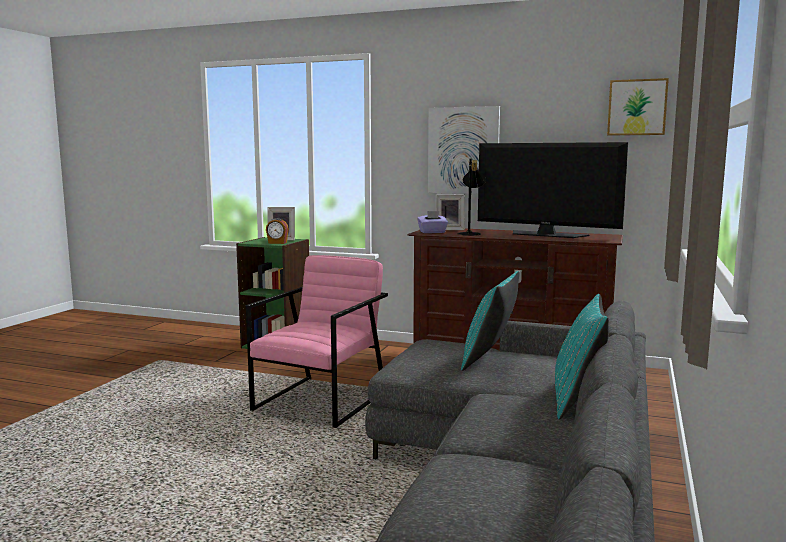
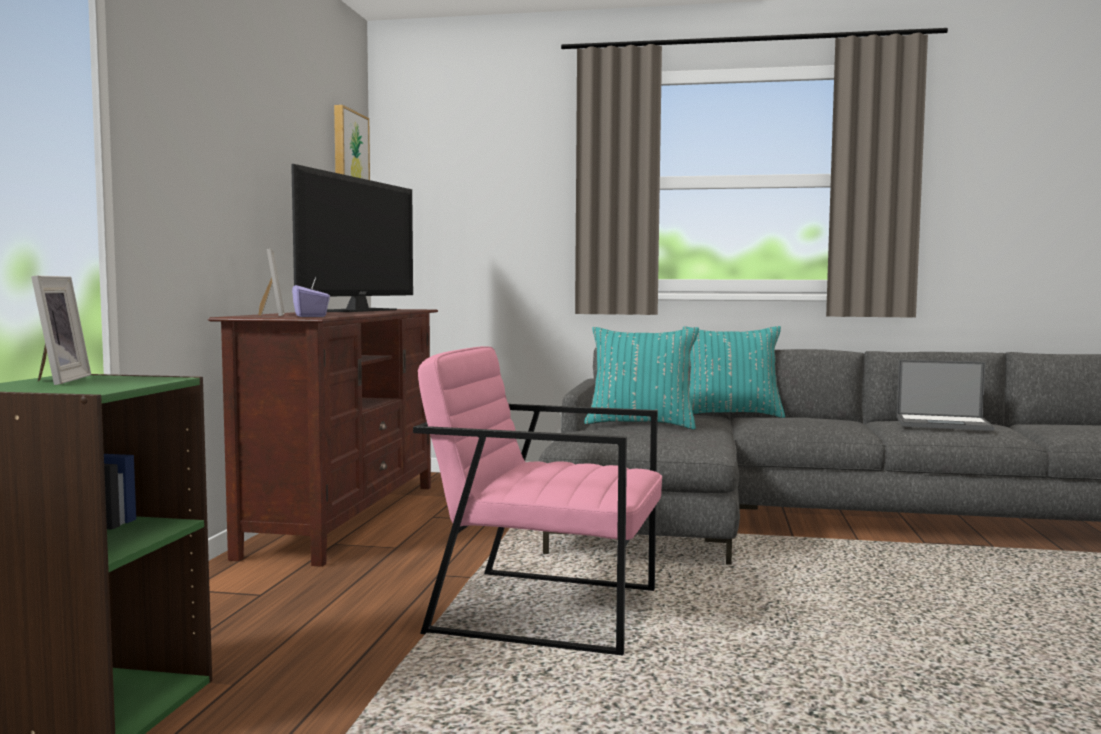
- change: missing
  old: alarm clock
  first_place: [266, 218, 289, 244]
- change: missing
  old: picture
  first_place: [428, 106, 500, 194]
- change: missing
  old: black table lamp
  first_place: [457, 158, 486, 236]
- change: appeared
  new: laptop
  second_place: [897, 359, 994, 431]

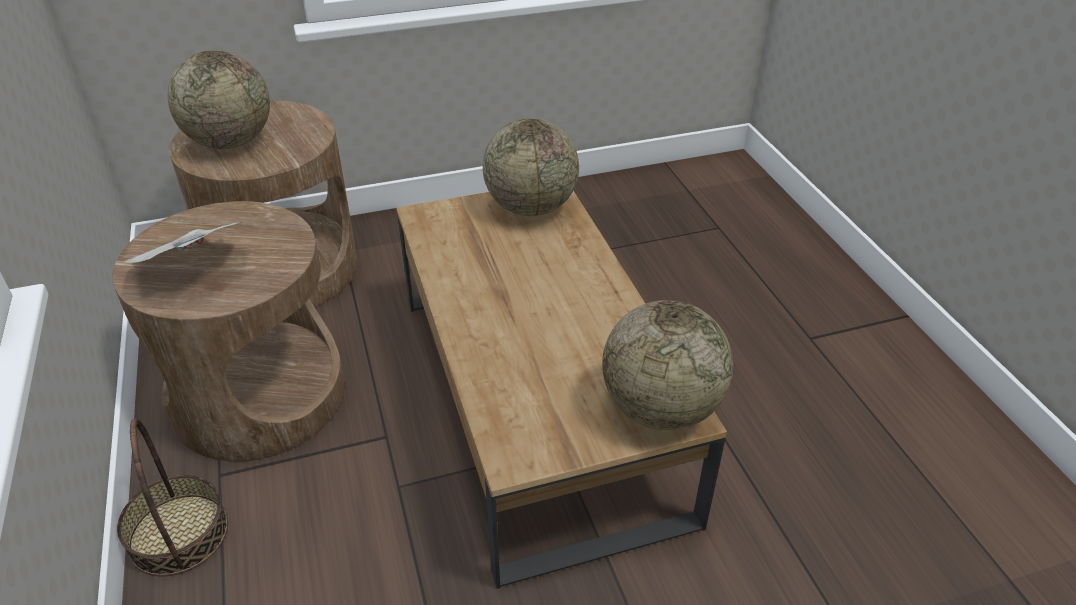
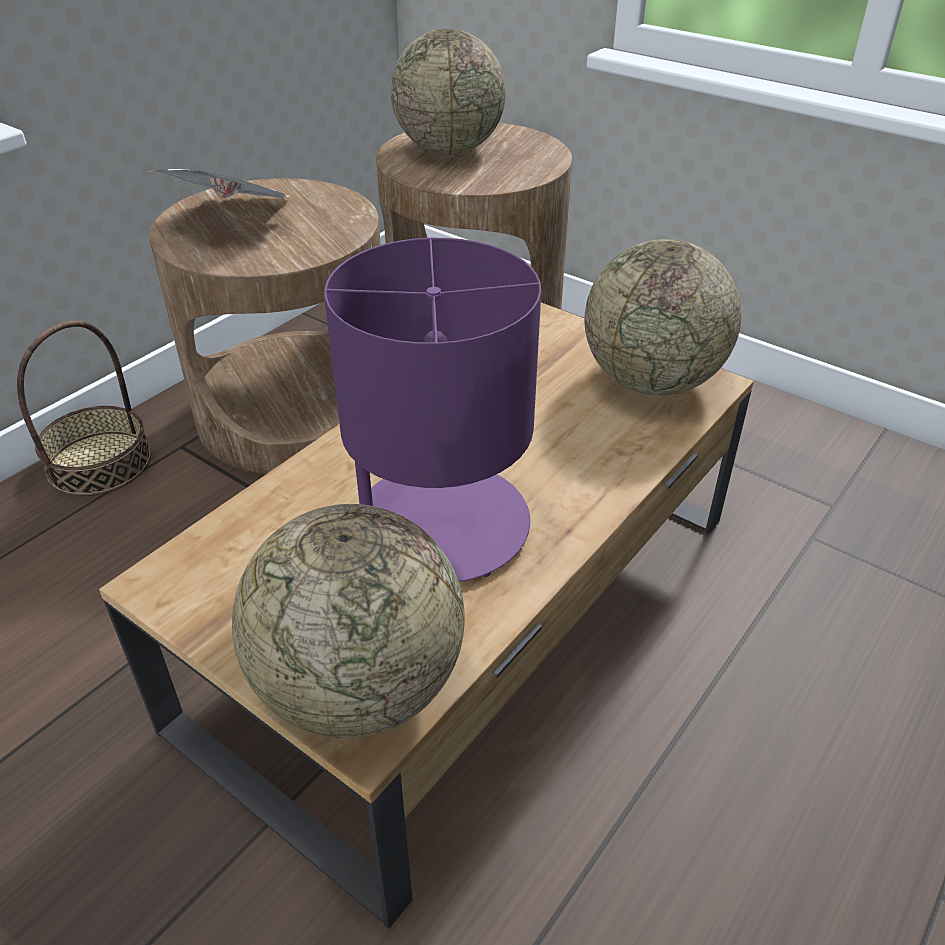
- change: appeared
  new: purple table lamp
  second_place: [324, 238, 541, 582]

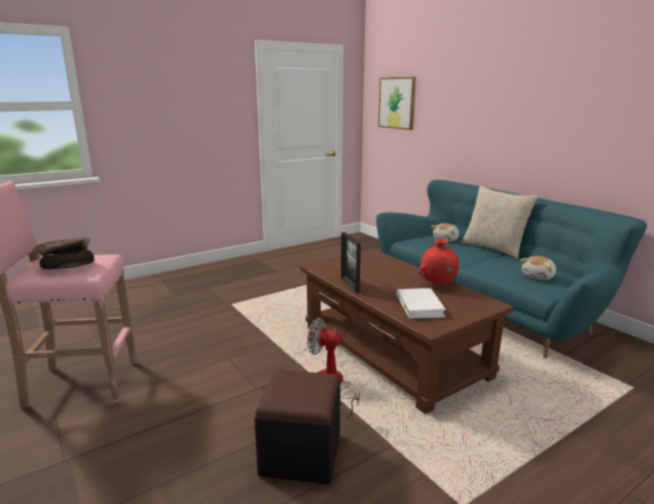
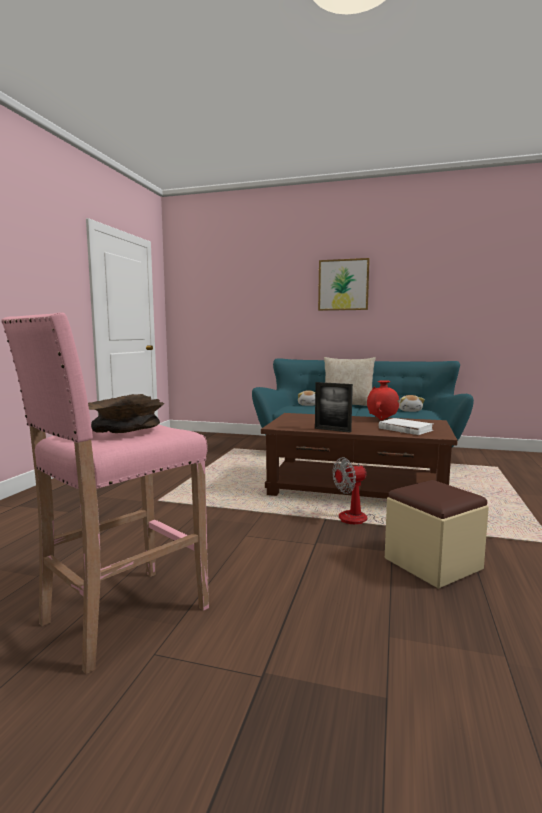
- change: colour
  old: black ottoman
  new: beige ottoman
  first_place: [254, 369, 340, 484]
  second_place: [385, 480, 489, 589]
- change: relocated
  old: picture
  first_place: [378, 77, 416, 130]
  second_place: [318, 258, 370, 311]

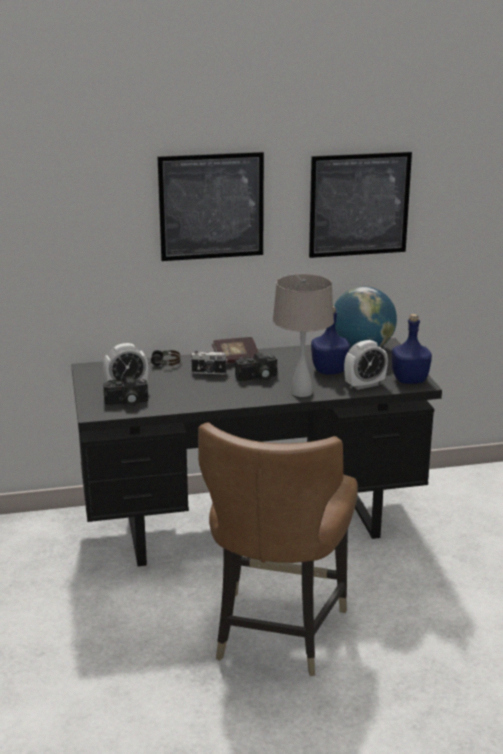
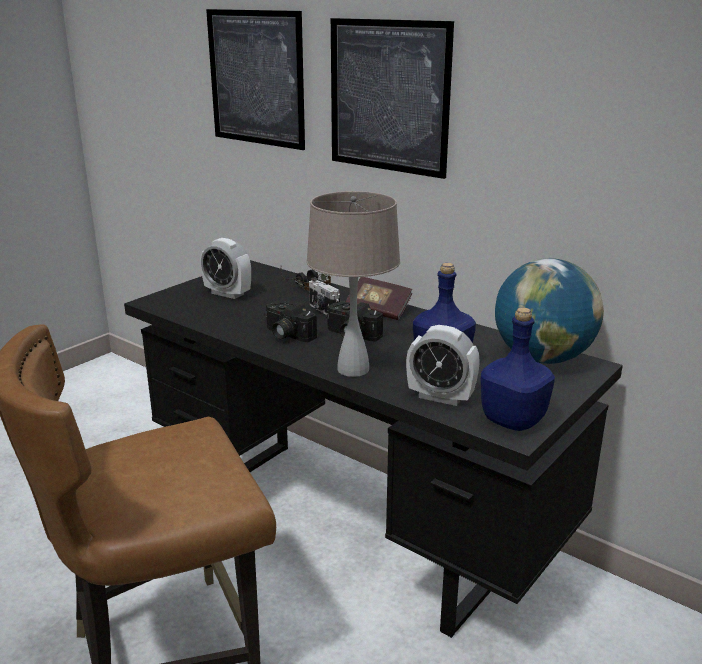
- change: relocated
  old: photo camera
  first_place: [103, 376, 148, 406]
  second_place: [264, 301, 317, 342]
- change: relocated
  old: picture
  first_place: [309, 152, 412, 258]
  second_place: [206, 9, 305, 150]

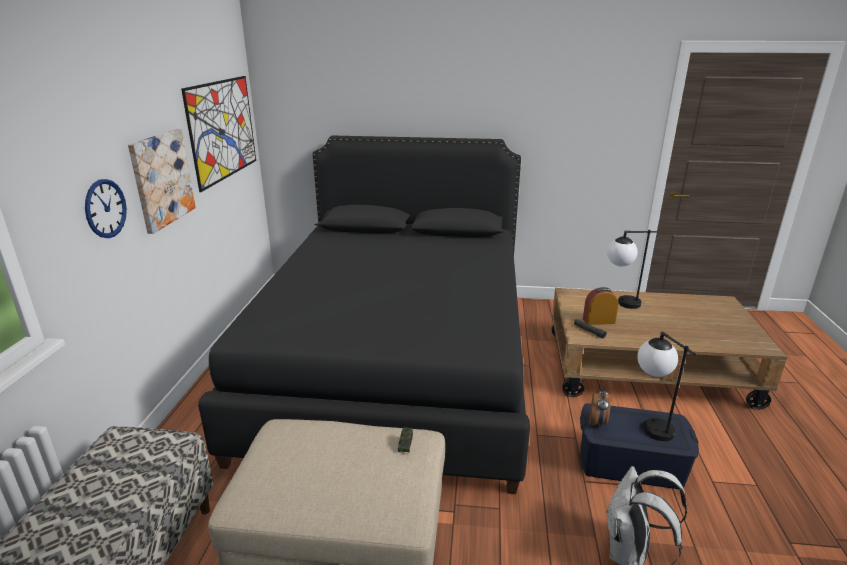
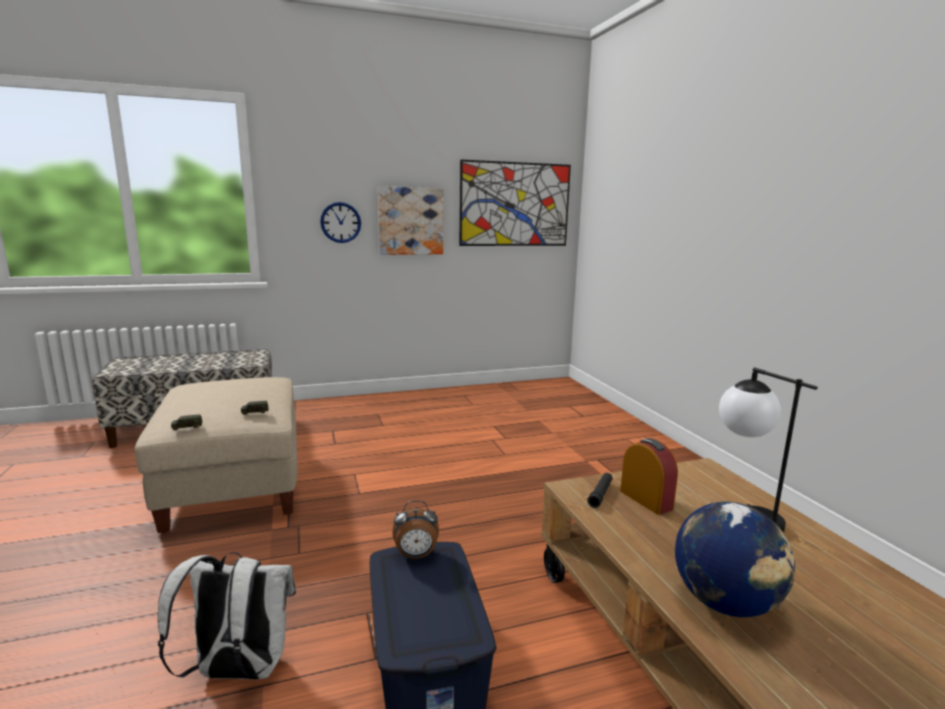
- change: missing
  old: black bed
  first_place: [198, 136, 530, 494]
- change: missing
  old: table lamp
  first_place: [637, 331, 696, 441]
- change: appeared
  new: toy car
  second_place: [171, 414, 203, 430]
- change: appeared
  new: globe
  second_place: [675, 502, 795, 617]

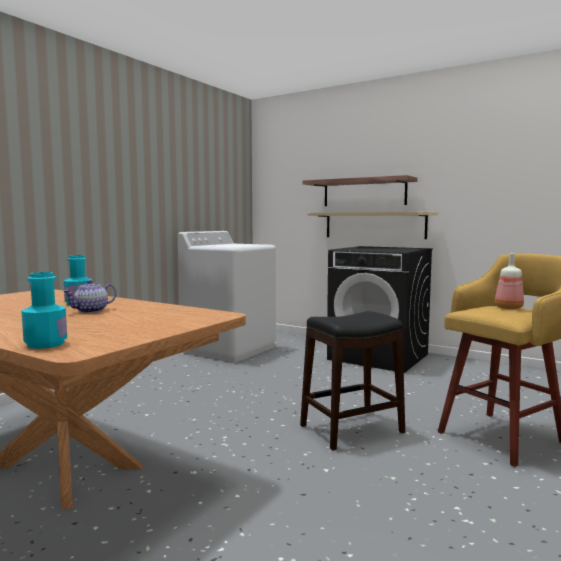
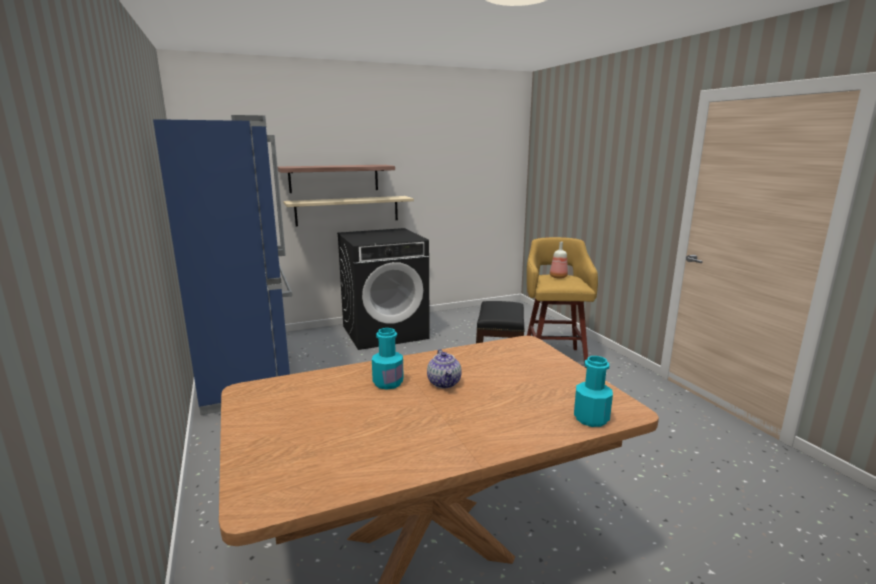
- change: exchanged
  old: white washing machine
  new: blue fridge
  first_place: [178, 231, 276, 363]
  second_place: [153, 115, 293, 415]

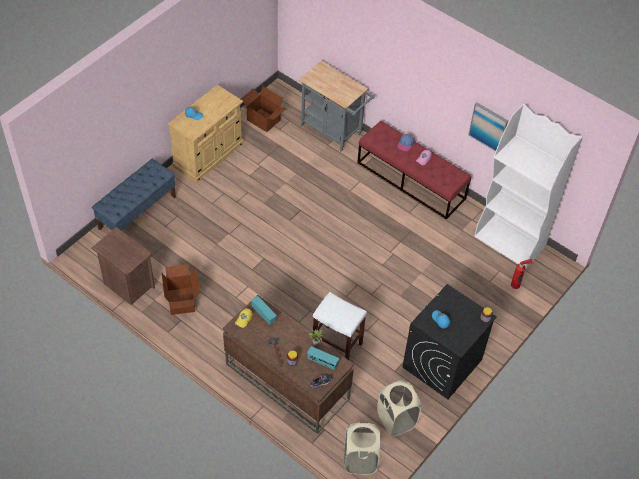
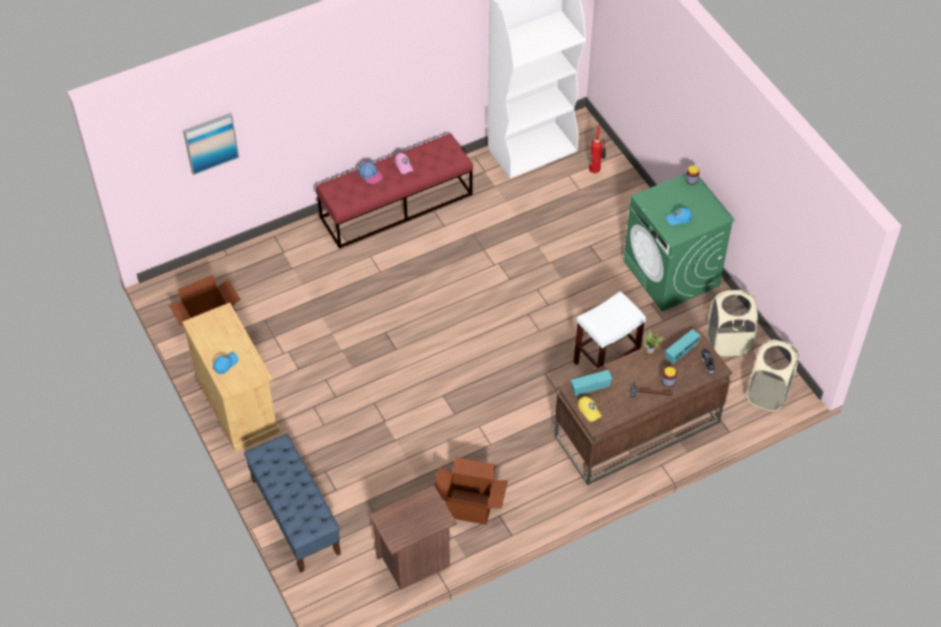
- change: missing
  old: grey cart
  first_place: [299, 61, 375, 151]
- change: colour
  old: black washing machine
  new: green washing machine
  first_place: [402, 284, 497, 399]
  second_place: [623, 173, 735, 311]
- change: relocated
  old: picture
  first_place: [468, 102, 508, 152]
  second_place: [183, 113, 239, 175]

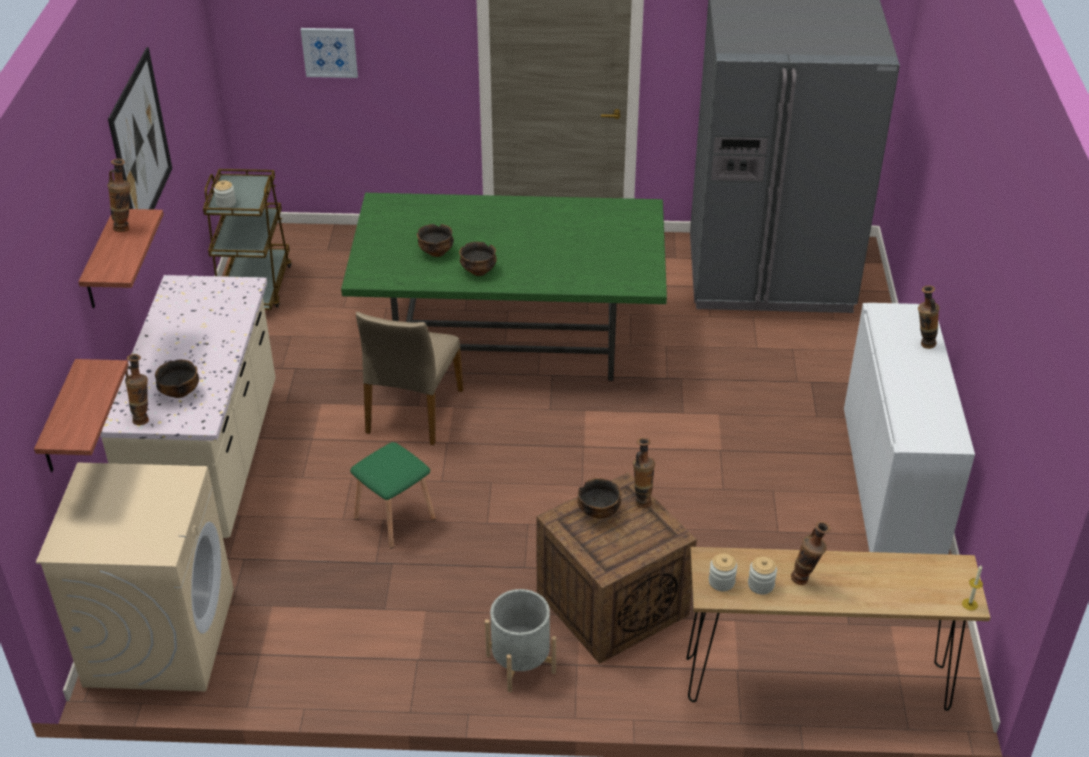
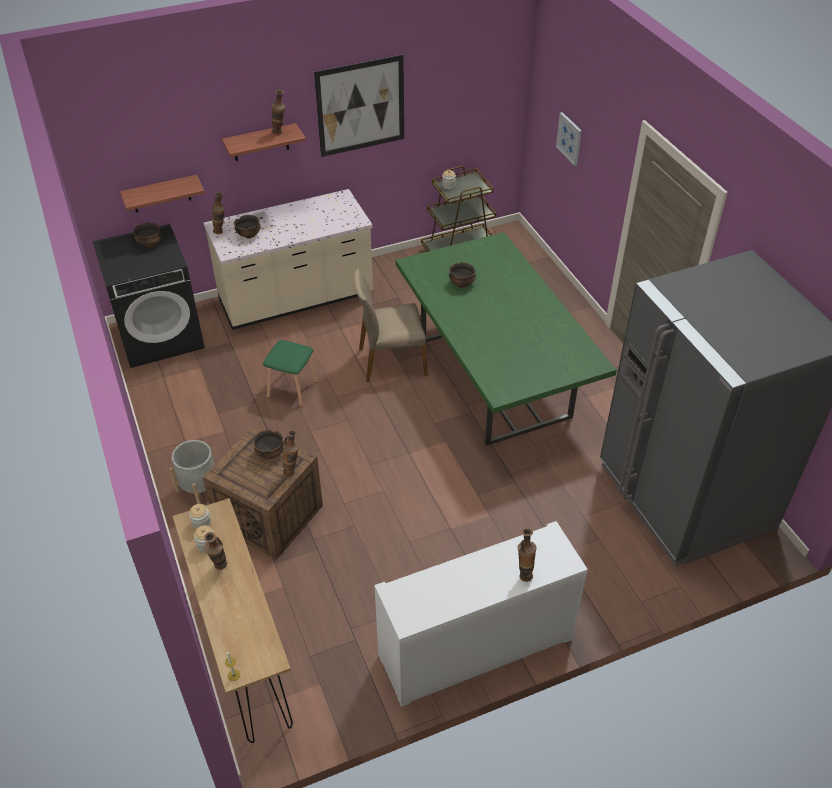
- change: colour
  old: beige washing machine
  new: black washing machine
  first_place: [36, 462, 234, 691]
  second_place: [93, 224, 205, 368]
- change: relocated
  old: bowl
  first_place: [459, 242, 497, 276]
  second_place: [134, 222, 162, 248]

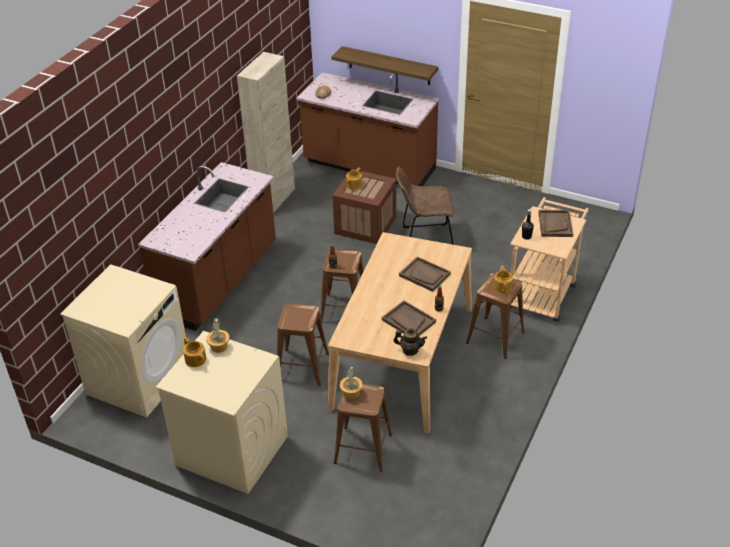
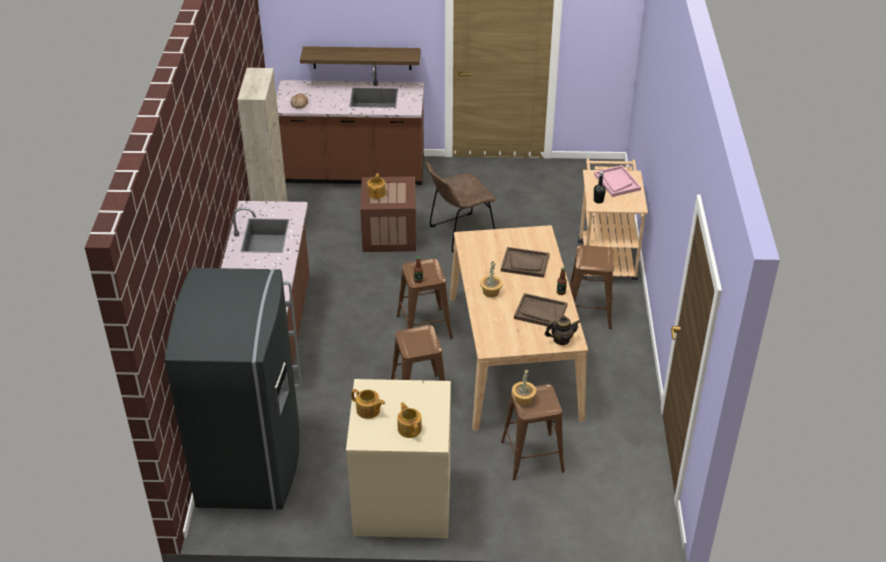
- change: exchanged
  old: beige washing machine
  new: grey fridge
  first_place: [60, 264, 186, 418]
  second_place: [164, 268, 302, 510]
- change: relocated
  old: potted plant
  first_place: [206, 317, 230, 353]
  second_place: [480, 261, 503, 297]
- change: relocated
  old: teapot
  first_place: [493, 266, 513, 293]
  second_place: [398, 402, 422, 438]
- change: colour
  old: brown tray
  new: pink tray
  first_place: [538, 210, 573, 237]
  second_place: [594, 165, 641, 197]

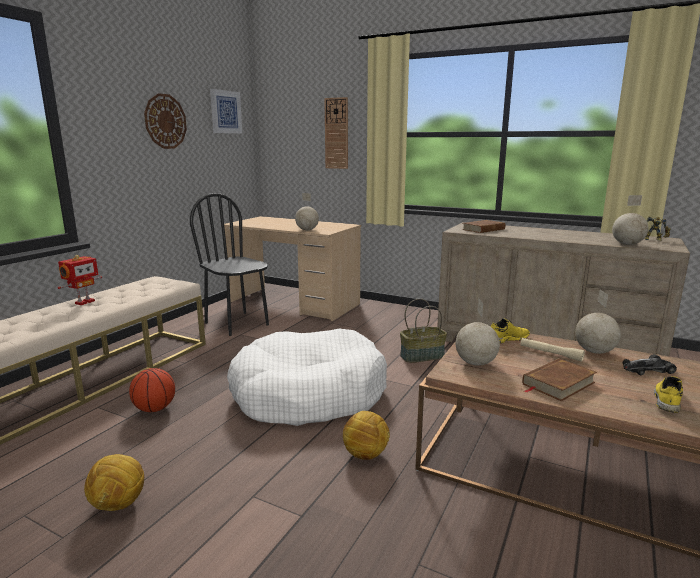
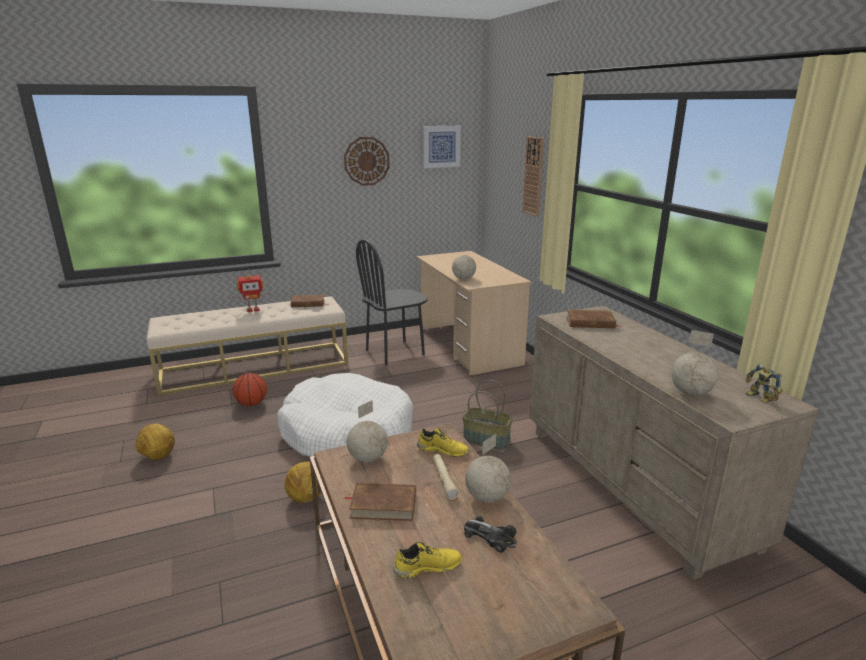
- change: spun
  old: black chair
  first_place: [190, 193, 269, 336]
  second_place: [356, 239, 428, 366]
  degrees: -120
- change: appeared
  new: brown book
  second_place: [291, 294, 329, 307]

